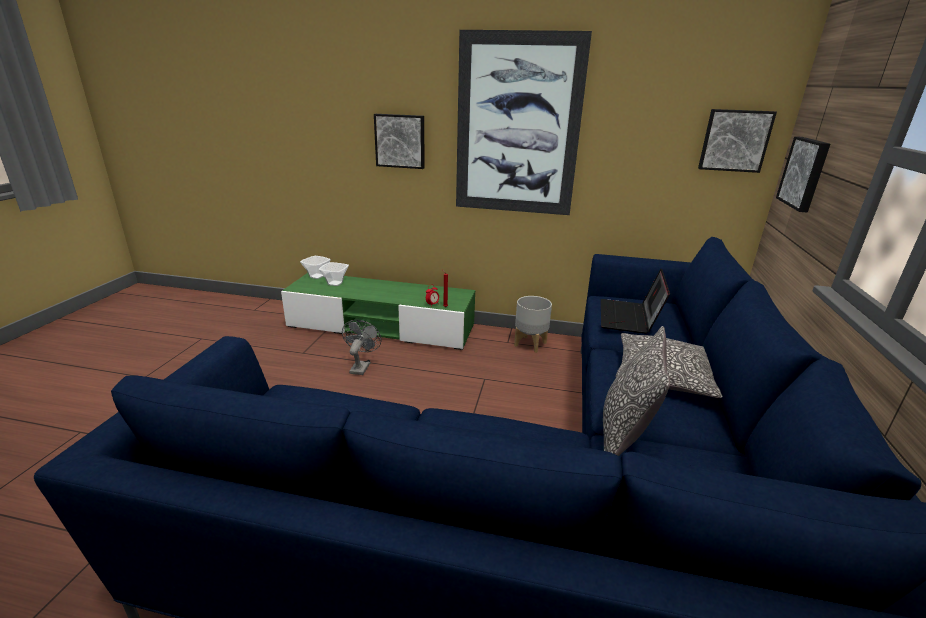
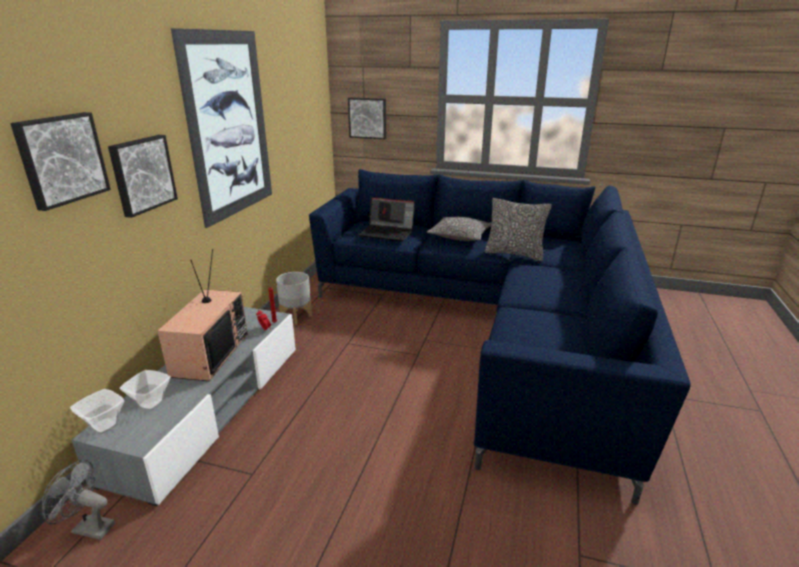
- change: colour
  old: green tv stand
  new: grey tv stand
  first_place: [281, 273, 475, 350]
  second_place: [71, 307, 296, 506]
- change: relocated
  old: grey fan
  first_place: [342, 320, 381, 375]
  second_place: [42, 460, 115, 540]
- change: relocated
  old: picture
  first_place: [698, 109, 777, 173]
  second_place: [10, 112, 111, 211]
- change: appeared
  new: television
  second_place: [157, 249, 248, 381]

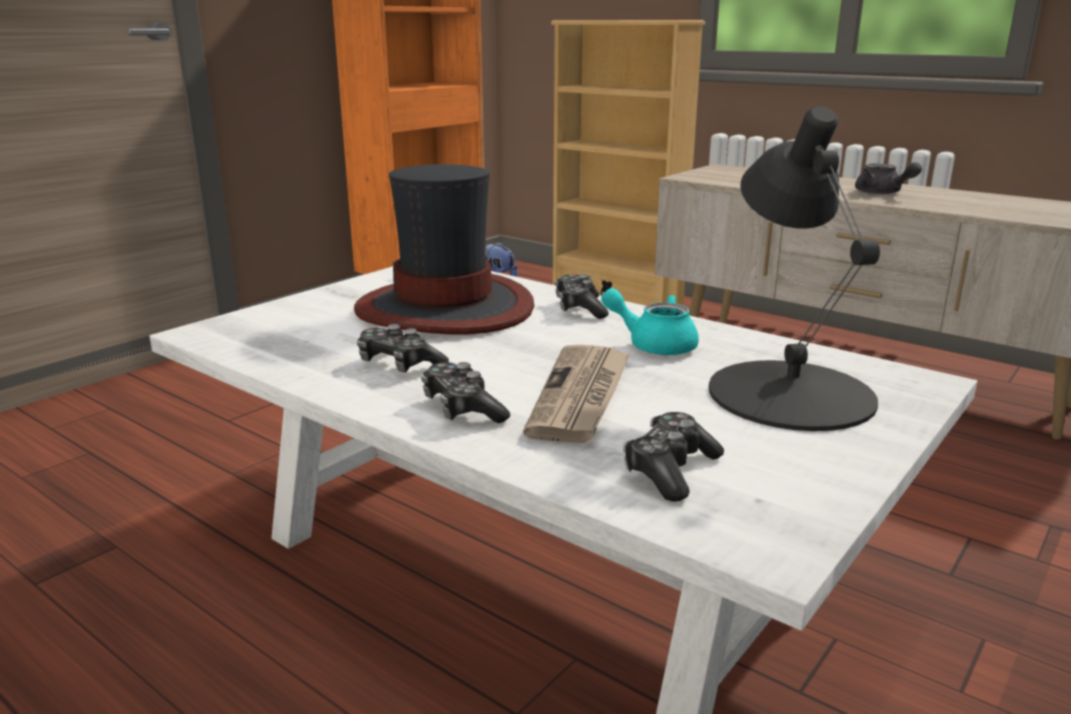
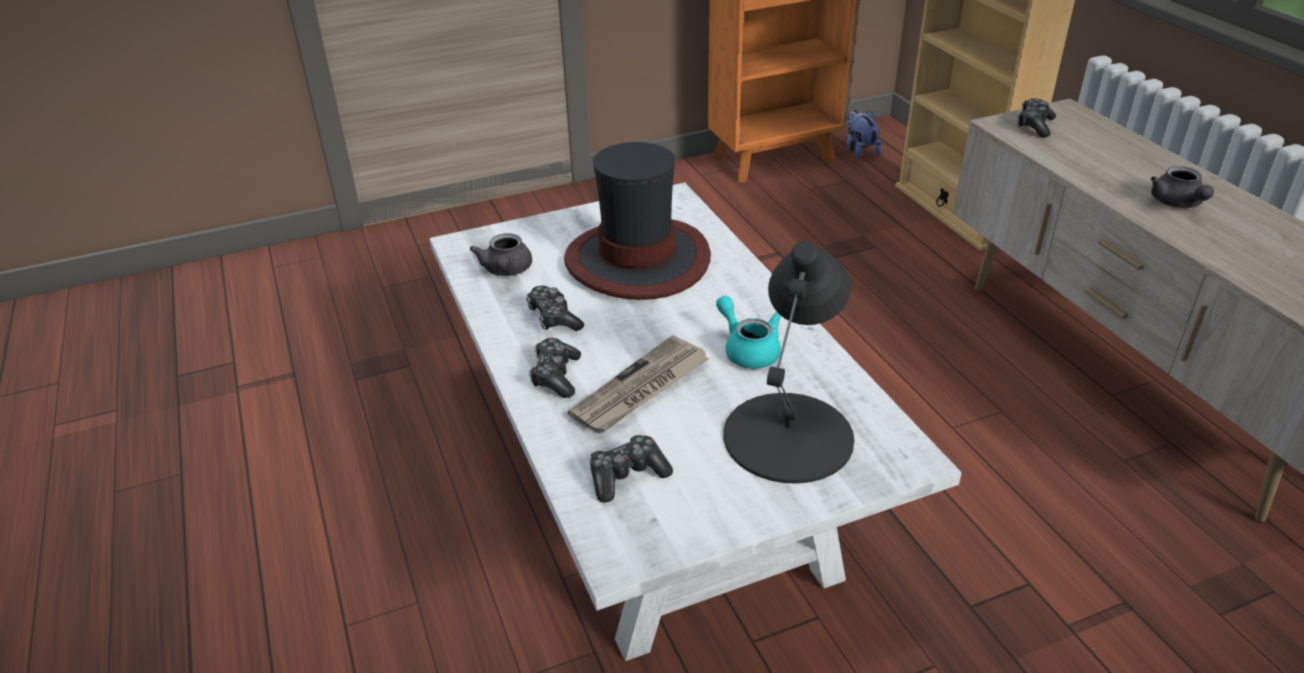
- change: relocated
  old: game controller
  first_place: [555, 274, 609, 319]
  second_place: [1017, 98, 1056, 138]
- change: appeared
  new: grey teapot
  second_place: [470, 233, 532, 276]

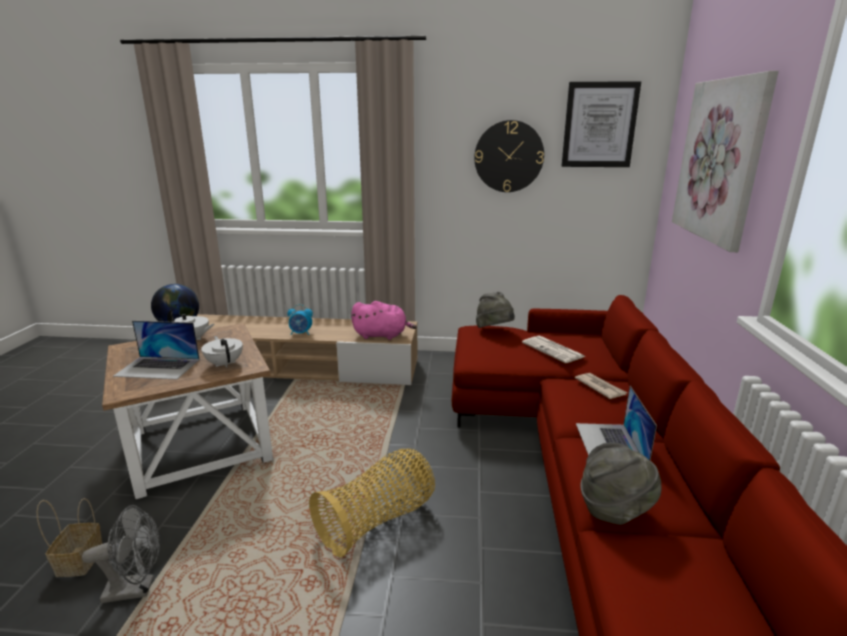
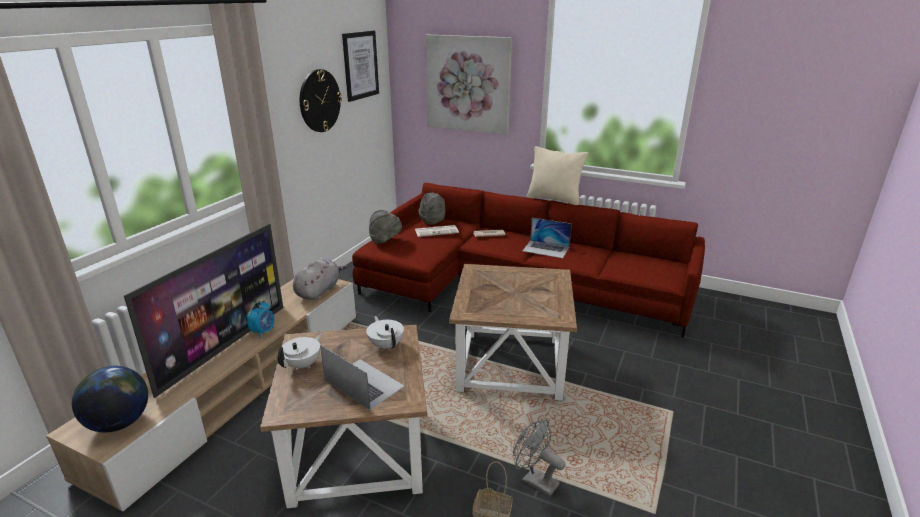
- change: spun
  old: grey fan
  first_place: [82, 505, 160, 603]
  second_place: [513, 420, 565, 497]
  degrees: -60
- change: spun
  old: laptop
  first_place: [113, 321, 200, 380]
  second_place: [320, 345, 405, 410]
  degrees: -75
- change: spun
  old: white teapot
  first_place: [201, 336, 243, 368]
  second_place: [366, 316, 404, 350]
  degrees: 75
- change: exchanged
  old: basket
  new: brown side table
  first_place: [309, 449, 435, 558]
  second_place: [449, 264, 577, 400]
- change: colour
  old: pink plush toy
  new: grey plush toy
  first_place: [351, 301, 417, 340]
  second_place: [293, 258, 347, 300]
- change: relocated
  old: grey hat
  first_place: [581, 442, 662, 525]
  second_place: [418, 193, 446, 224]
- change: appeared
  new: television
  second_place: [124, 224, 283, 398]
- change: appeared
  new: beige pillow
  second_place: [527, 146, 588, 205]

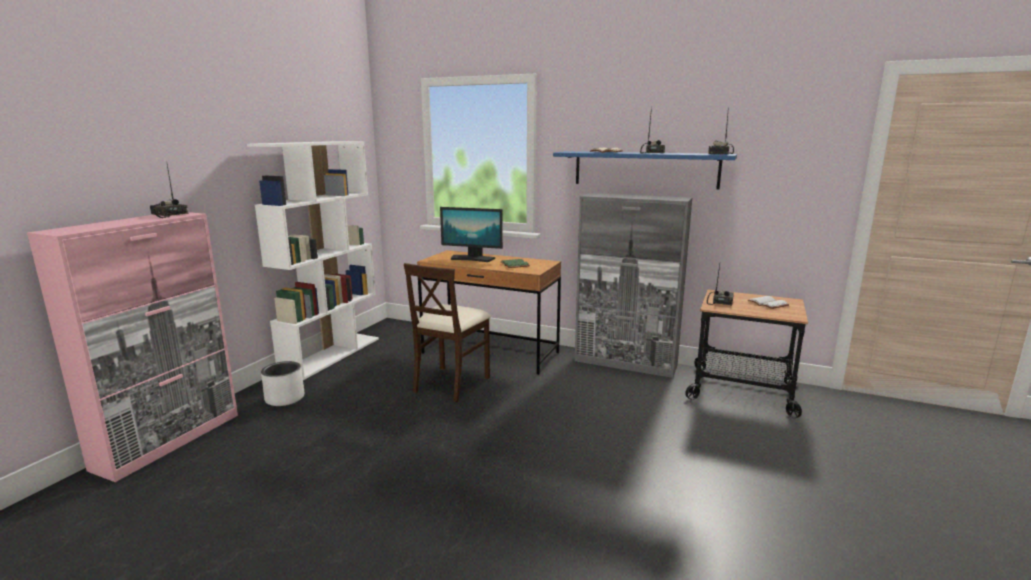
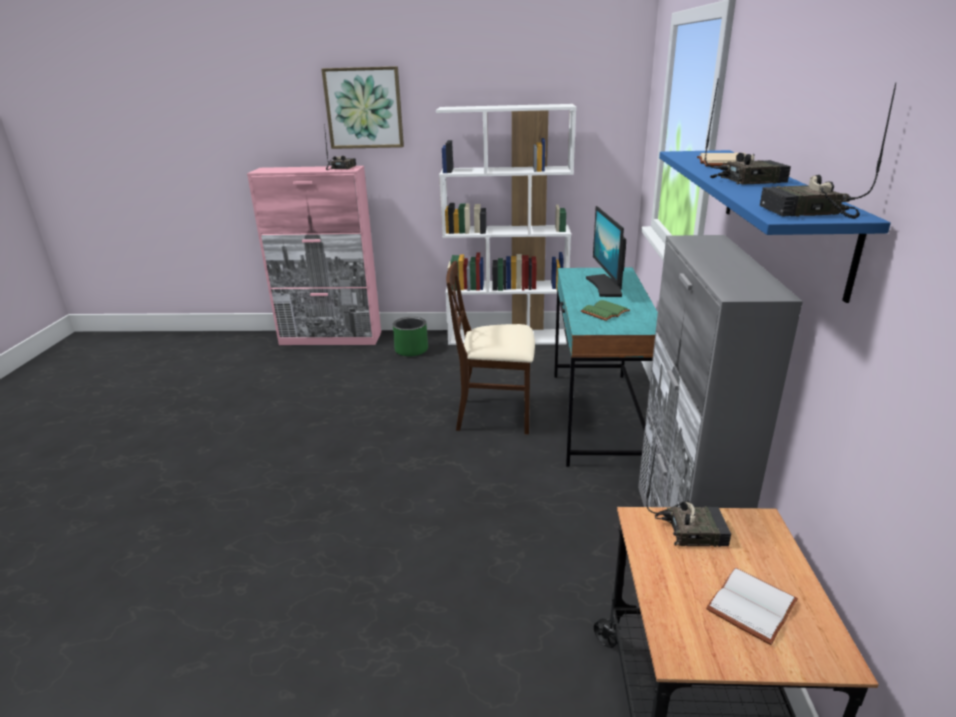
- change: colour
  old: white planter
  new: green planter
  first_place: [261, 361, 304, 406]
  second_place: [393, 317, 428, 357]
- change: colour
  old: brown desk
  new: turquoise desk
  first_place: [417, 250, 561, 375]
  second_place: [554, 267, 658, 467]
- change: appeared
  new: picture
  second_place: [321, 66, 404, 149]

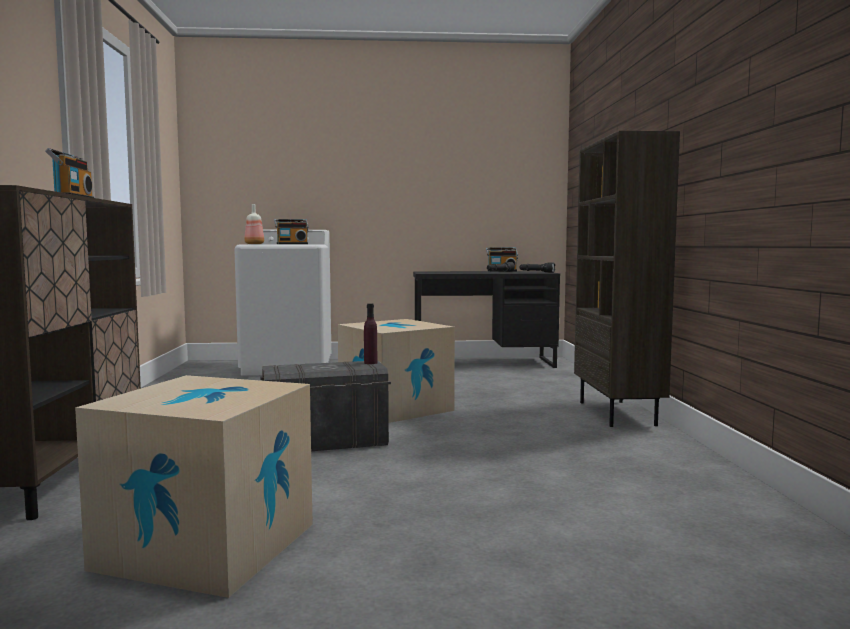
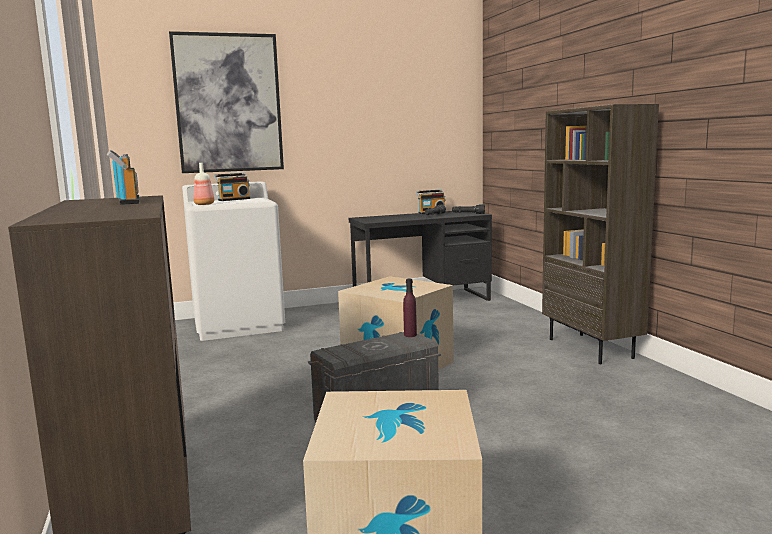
- change: appeared
  new: picture
  second_place: [169, 31, 284, 173]

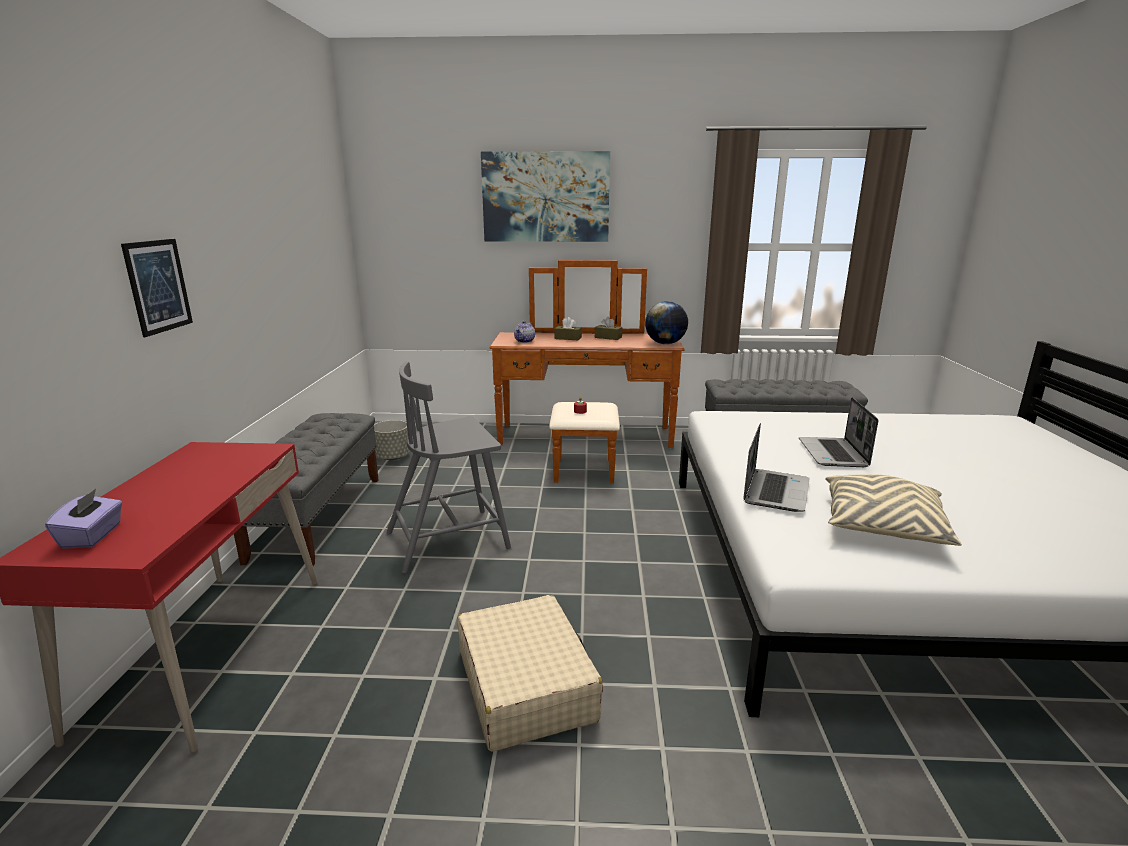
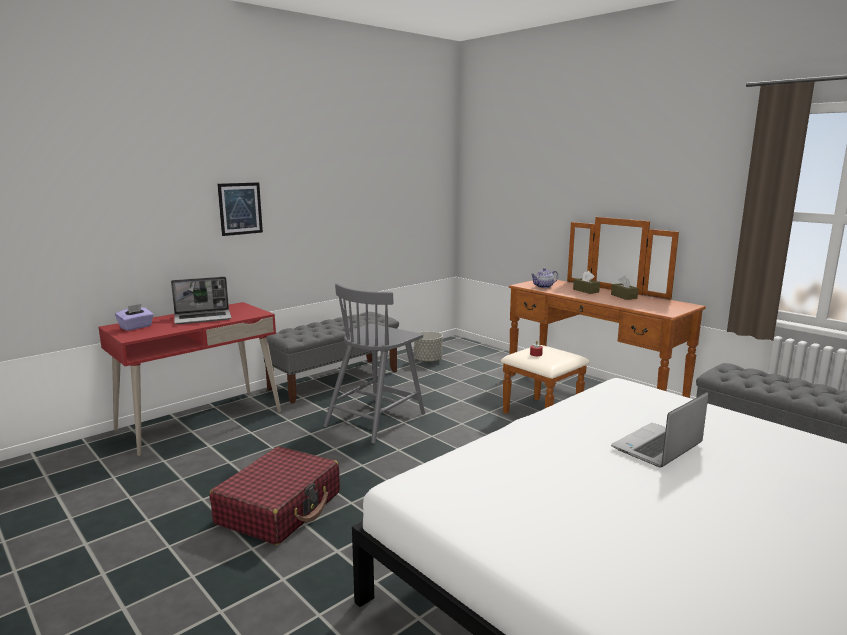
- change: spun
  old: grey chair
  first_place: [386, 361, 511, 574]
  second_place: [323, 283, 425, 444]
  degrees: -75
- change: colour
  old: beige suitcase
  new: red suitcase
  first_place: [457, 595, 603, 752]
  second_place: [209, 446, 340, 545]
- change: missing
  old: picture
  first_place: [481, 151, 610, 242]
- change: missing
  old: globe
  first_place: [645, 301, 688, 344]
- change: relocated
  old: laptop
  first_place: [744, 423, 810, 512]
  second_place: [171, 277, 232, 324]
- change: missing
  old: beige pillow
  first_place: [825, 474, 962, 546]

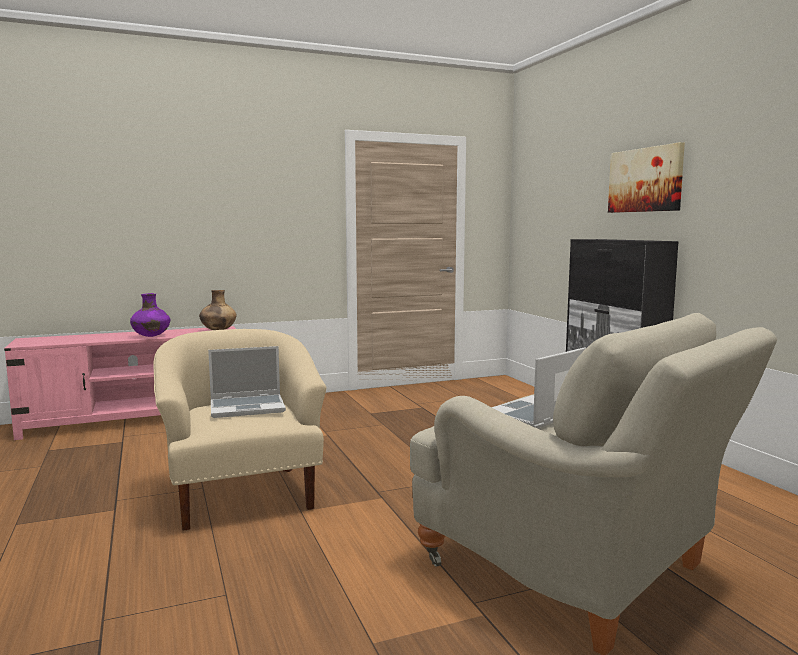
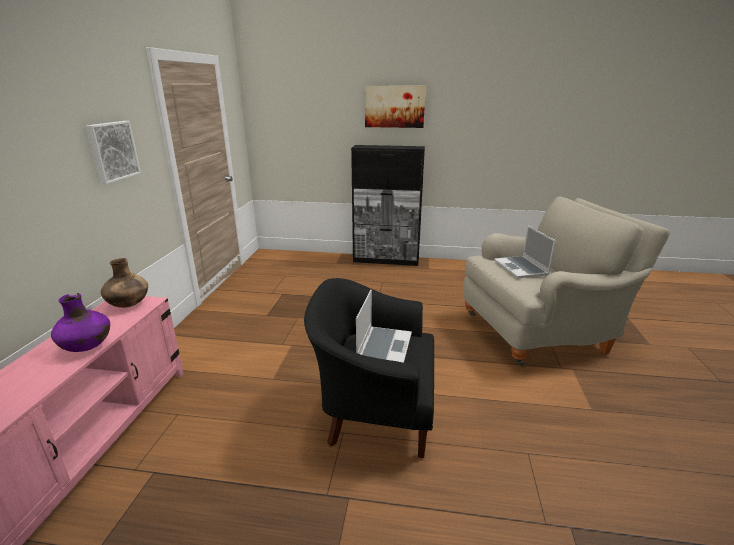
- change: colour
  old: beige armchair
  new: black armchair
  first_place: [153, 329, 326, 530]
  second_place: [304, 278, 434, 458]
- change: appeared
  new: picture
  second_place: [86, 121, 141, 184]

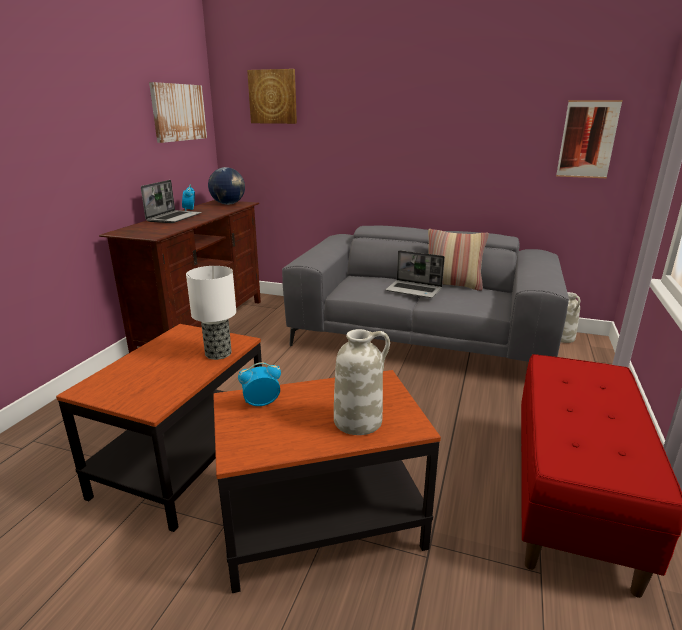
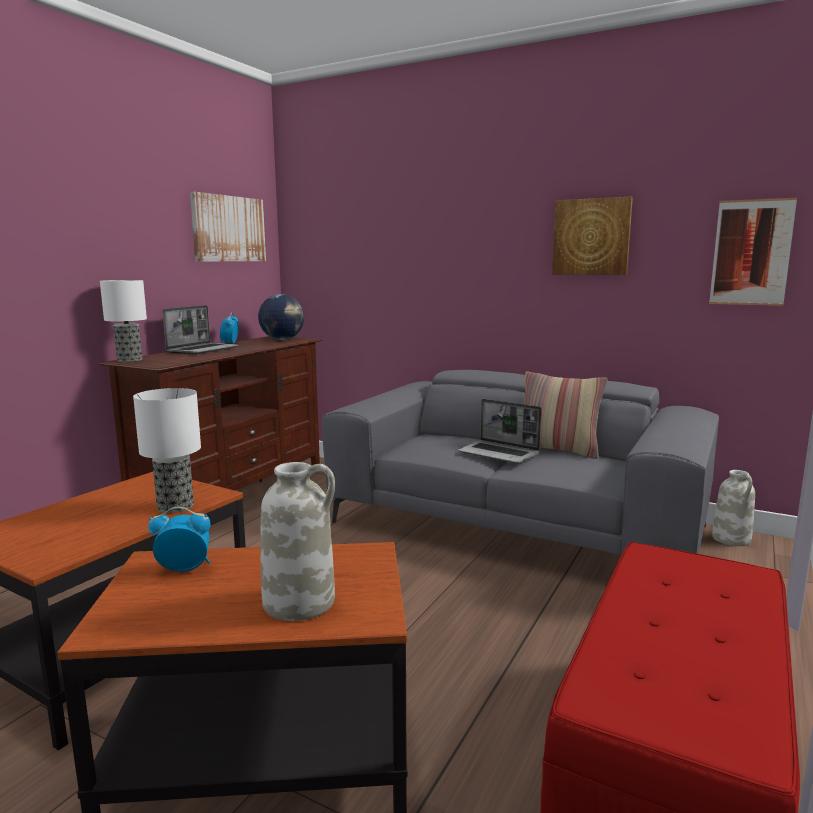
- change: relocated
  old: picture
  first_place: [247, 69, 297, 124]
  second_place: [552, 197, 633, 275]
- change: appeared
  new: table lamp
  second_place: [100, 280, 147, 362]

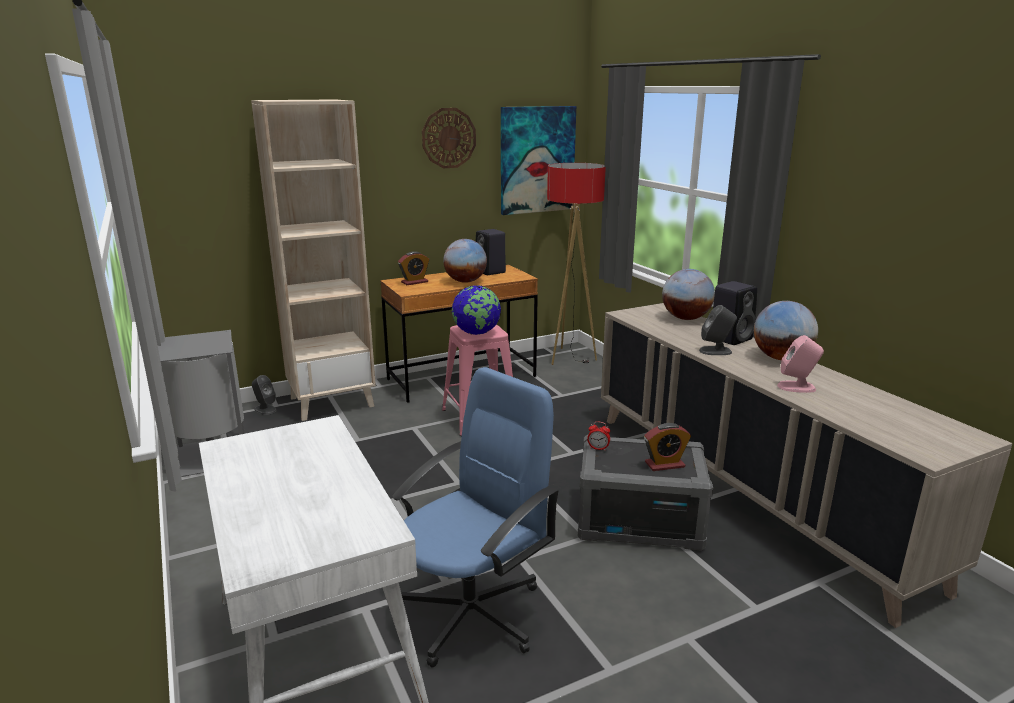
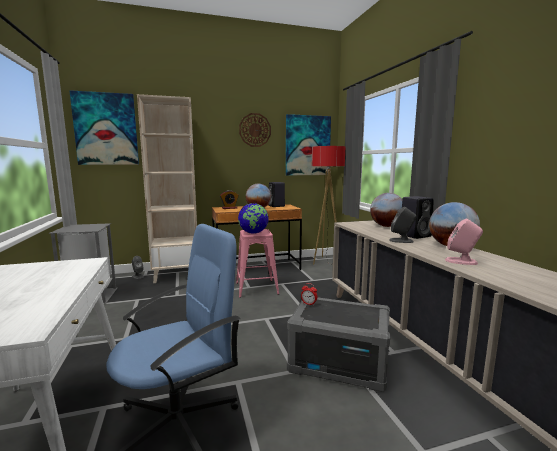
- change: missing
  old: alarm clock
  first_place: [644, 423, 691, 471]
- change: appeared
  new: picture
  second_place: [69, 90, 139, 165]

